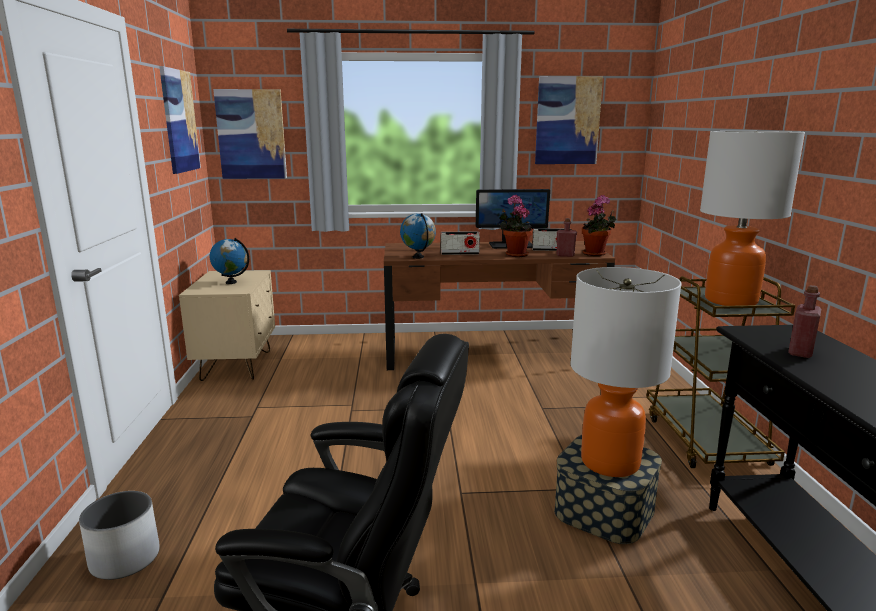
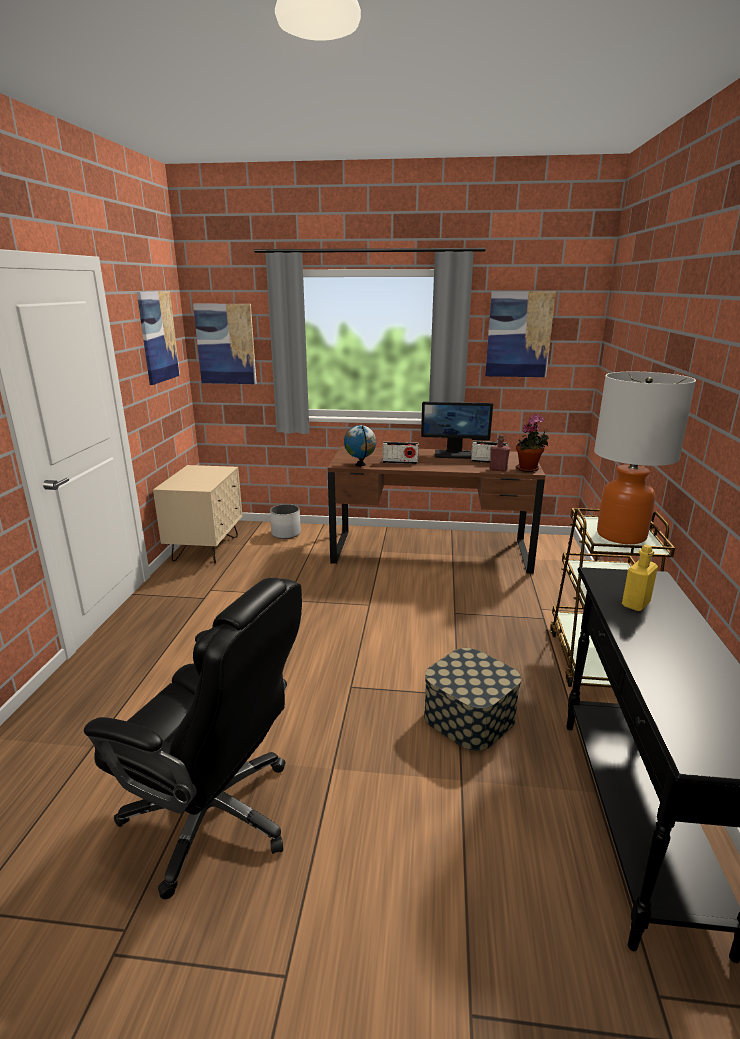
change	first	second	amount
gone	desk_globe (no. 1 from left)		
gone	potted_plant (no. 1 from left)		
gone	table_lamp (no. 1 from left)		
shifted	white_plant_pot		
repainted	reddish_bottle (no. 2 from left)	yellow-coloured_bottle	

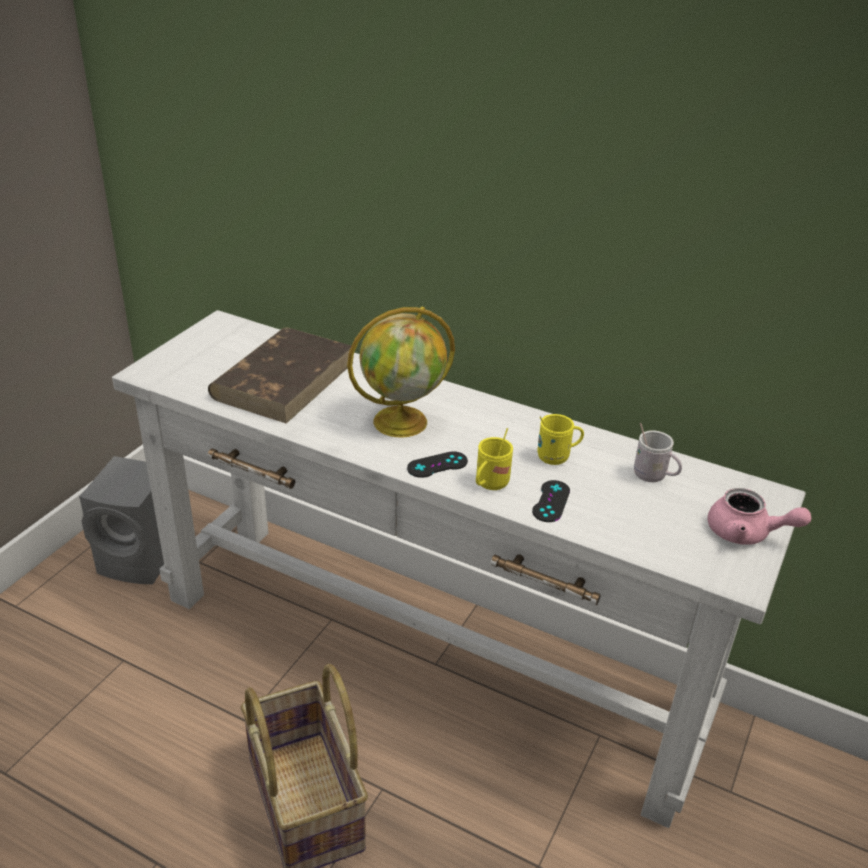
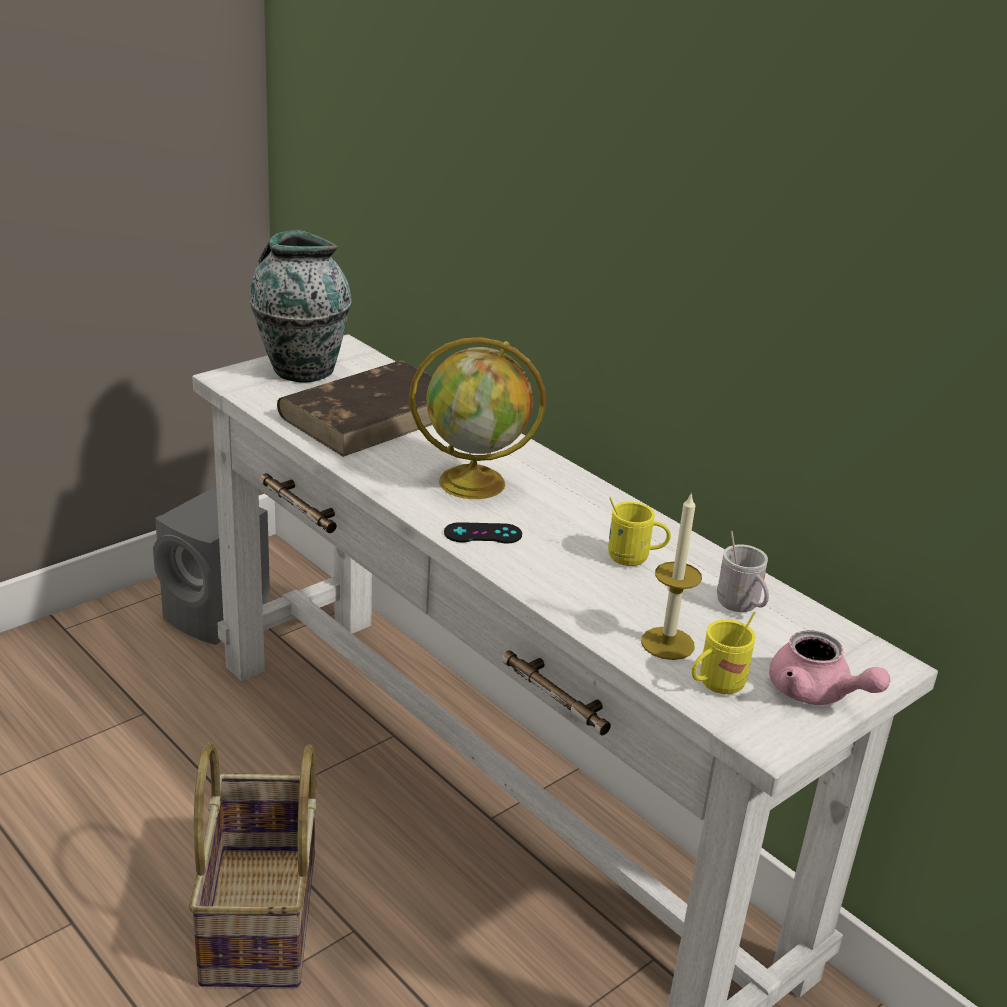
change	first	second	amount
gone	black_gamepad (no. 2 from left)		
new		flower_vase	
new		wax_light	
shifted	yellow-coloured_mug (no. 1 from left in the first image)	yellow-coloured_mug (no. 2 from left)	

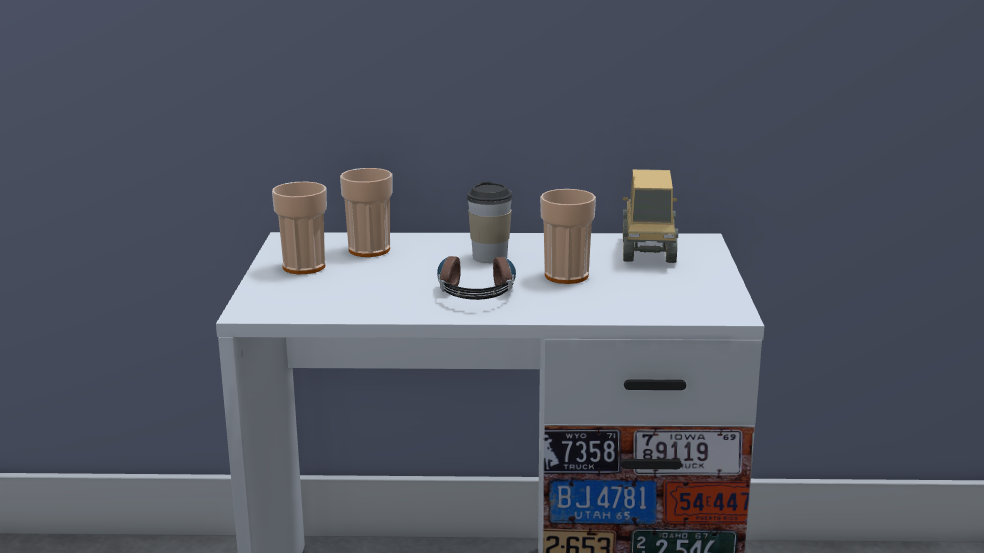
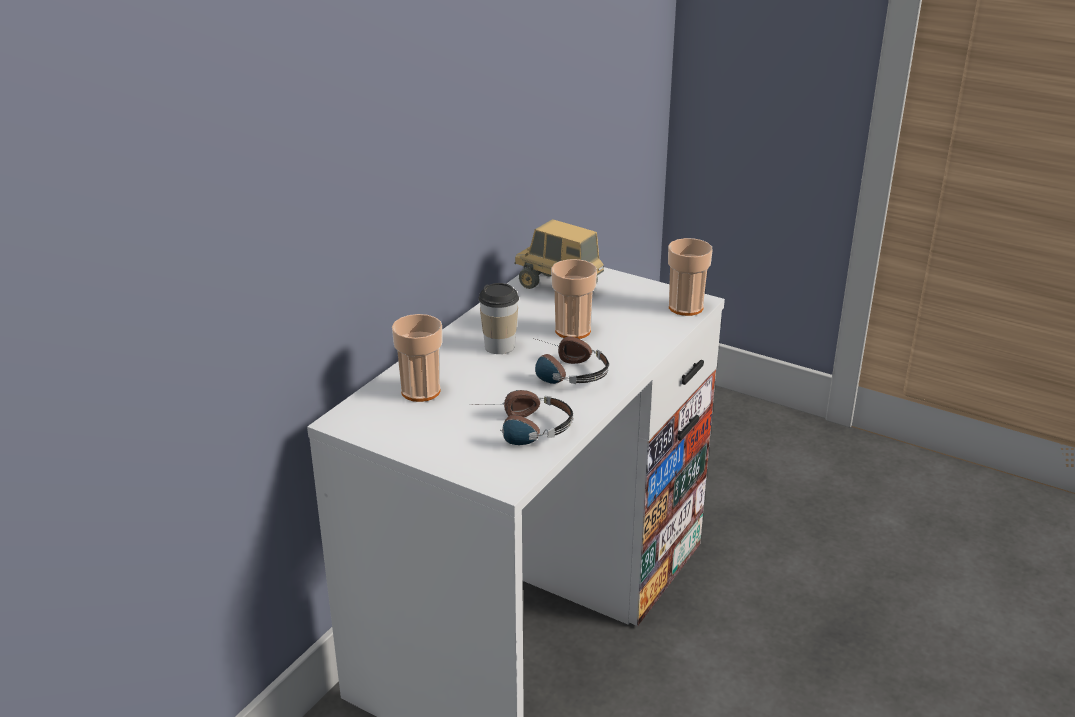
change	first	second	amount
new		headset (no. 1 from left)	
shifted	drinking_cup (no. 1 from left in the first image)	drinking_cup (no. 4 from left)	

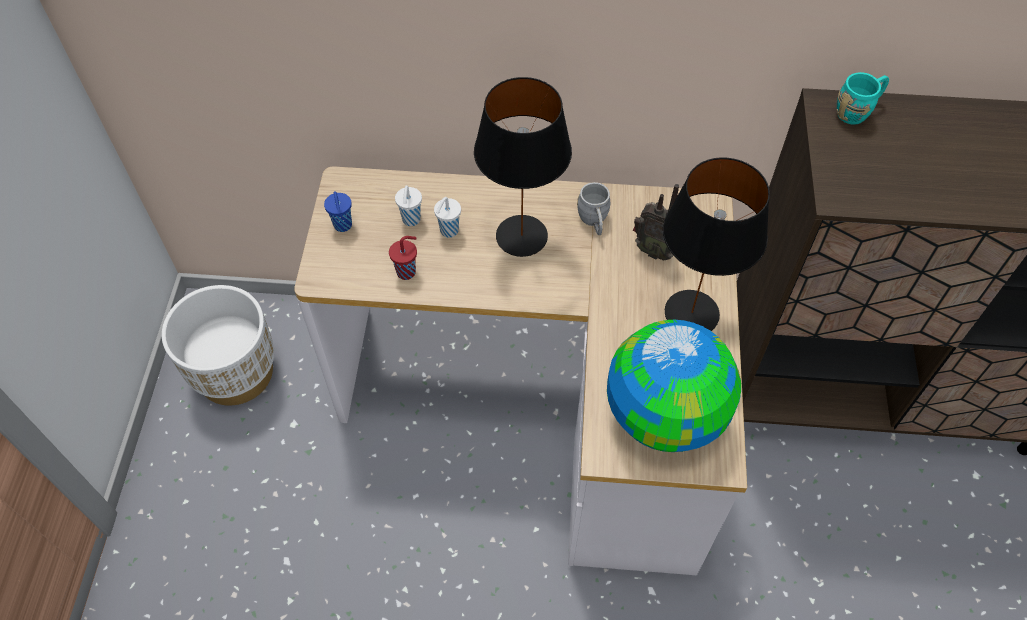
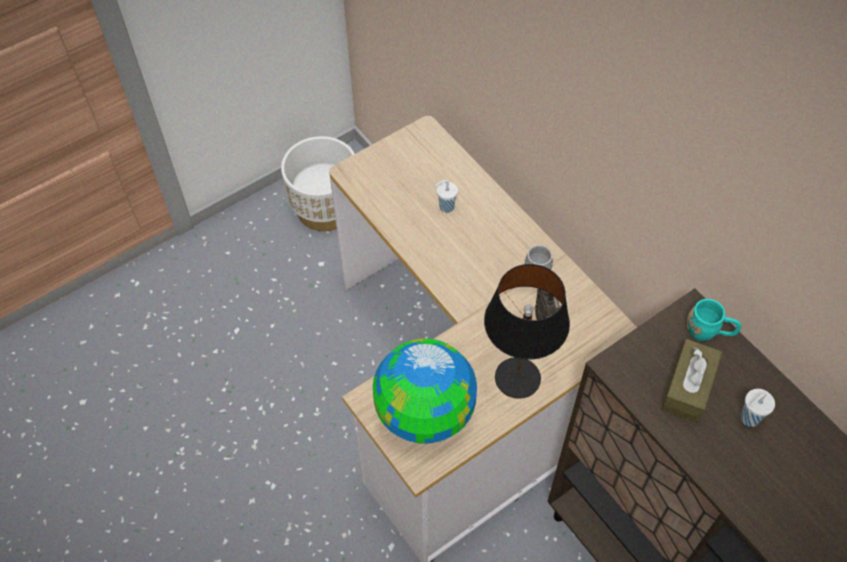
change	first	second	amount
gone	blue_drinking_cup		
gone	reddish_drinking_cup		
gone	black_table_lamp (no. 1 from left)		
new		brown-coloured_tissue_box	
shifted	white_drinking_cup (no. 1 from left in the first image)	white_drinking_cup (no. 2 from left)	

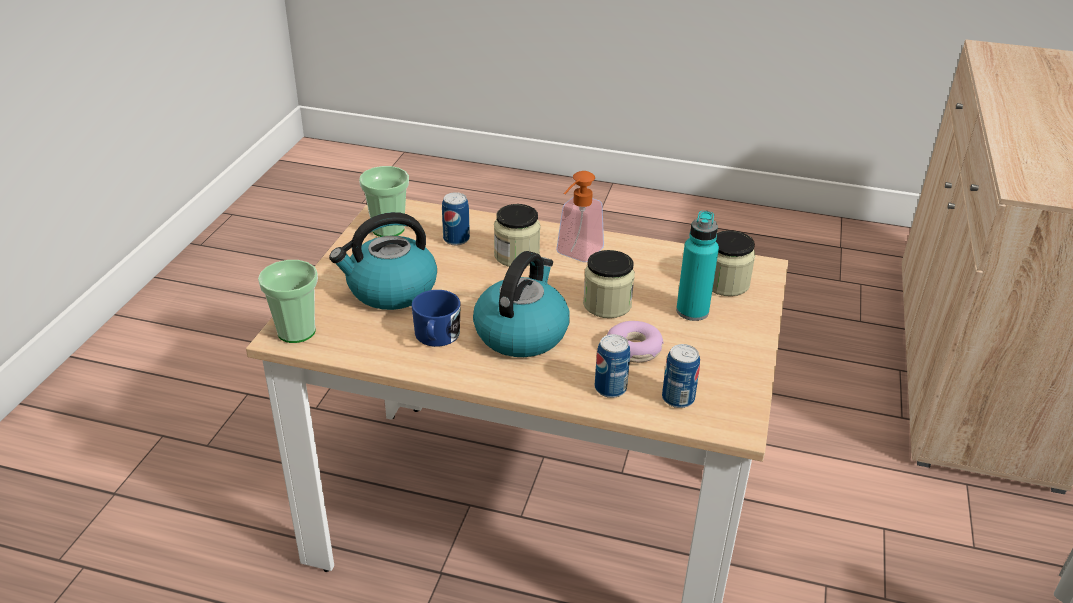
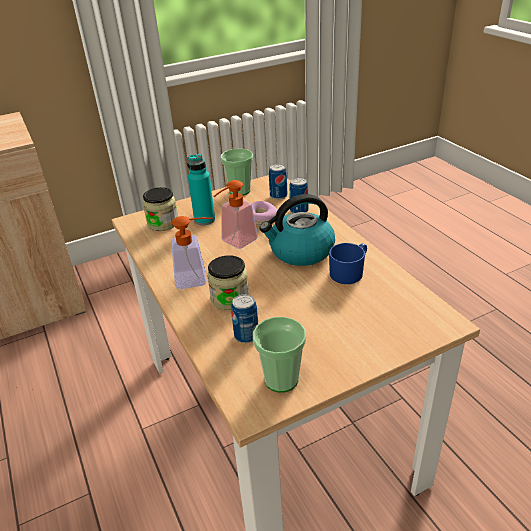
change	first	second	amount
gone	water_kettle (no. 1 from left)		
shifted	drinking_cup (no. 1 from left)		
swapped	jar (no. 2 from left)	soap_dispenser (no. 2 from left)	

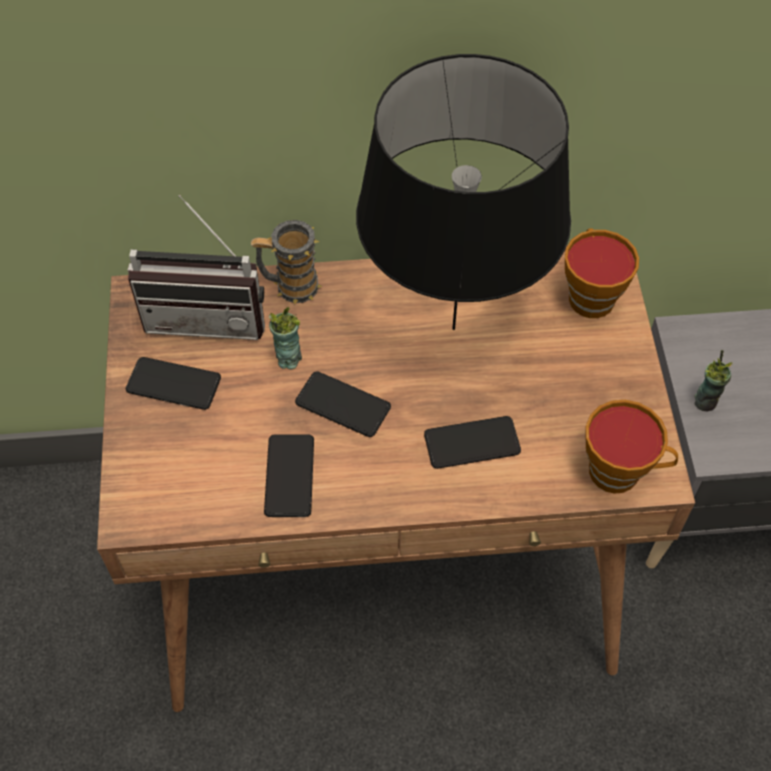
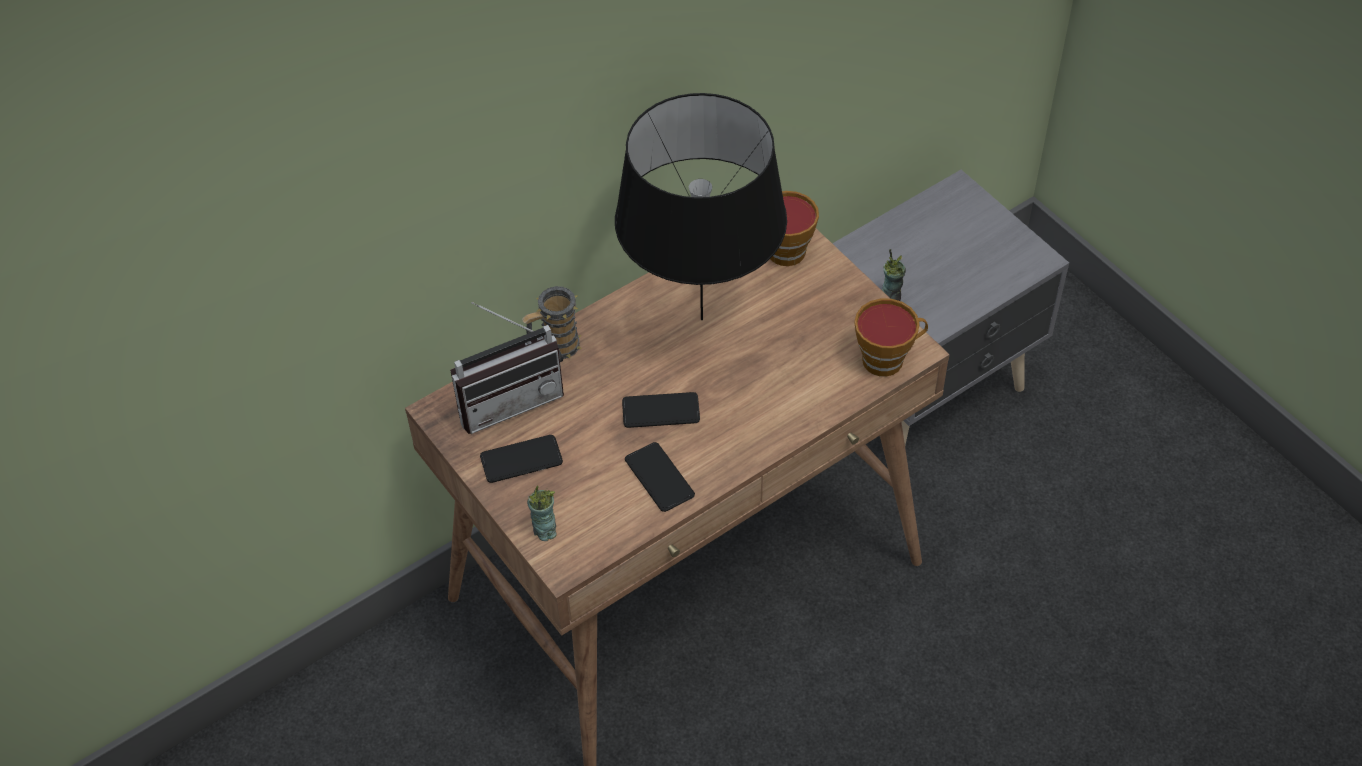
change	first	second	amount
gone	phone (no. 4 from left)		
shifted	drinking_cup (no. 1 from left)		

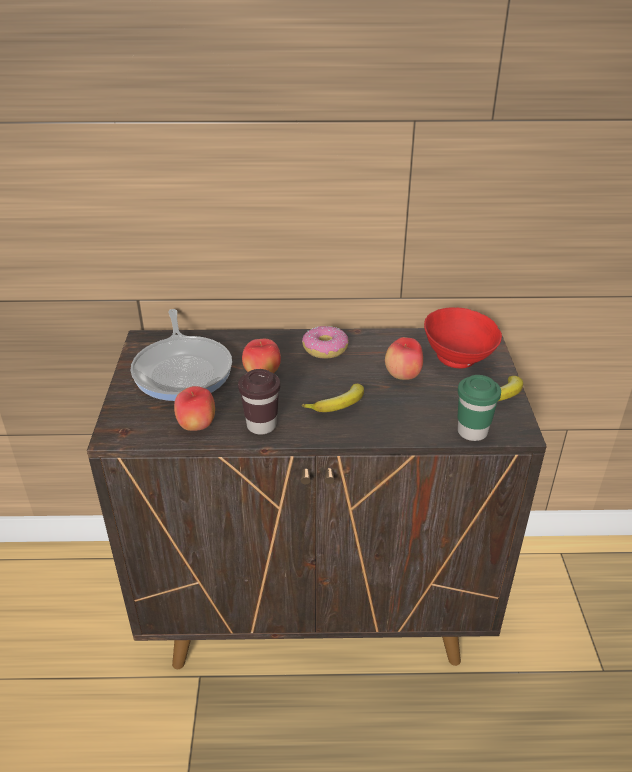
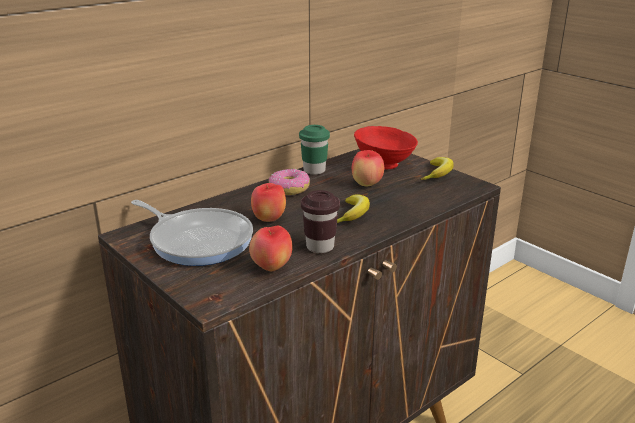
change	first	second	amount
shifted	green-coloured_drinking_cup		

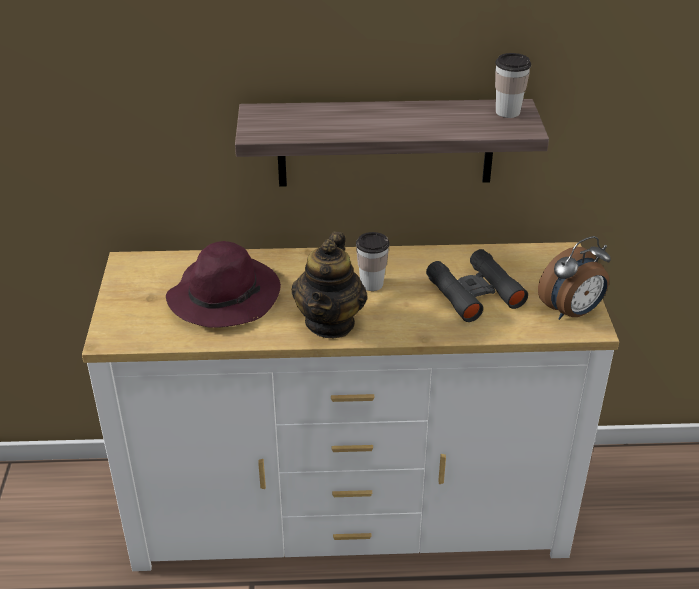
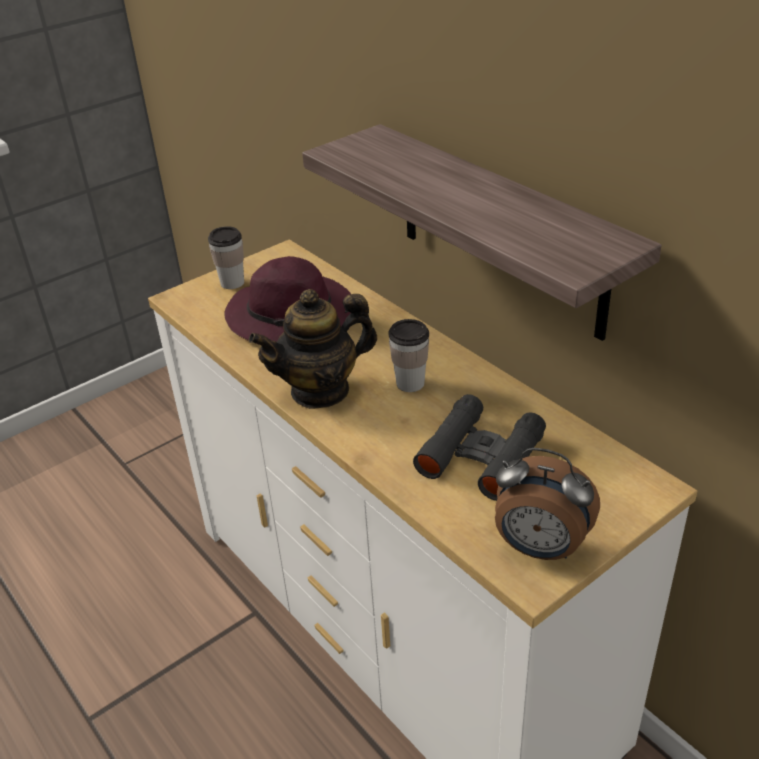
change	first	second	amount
shifted	drinking_cup (no. 2 from left in the first image)	drinking_cup (no. 1 from left)	

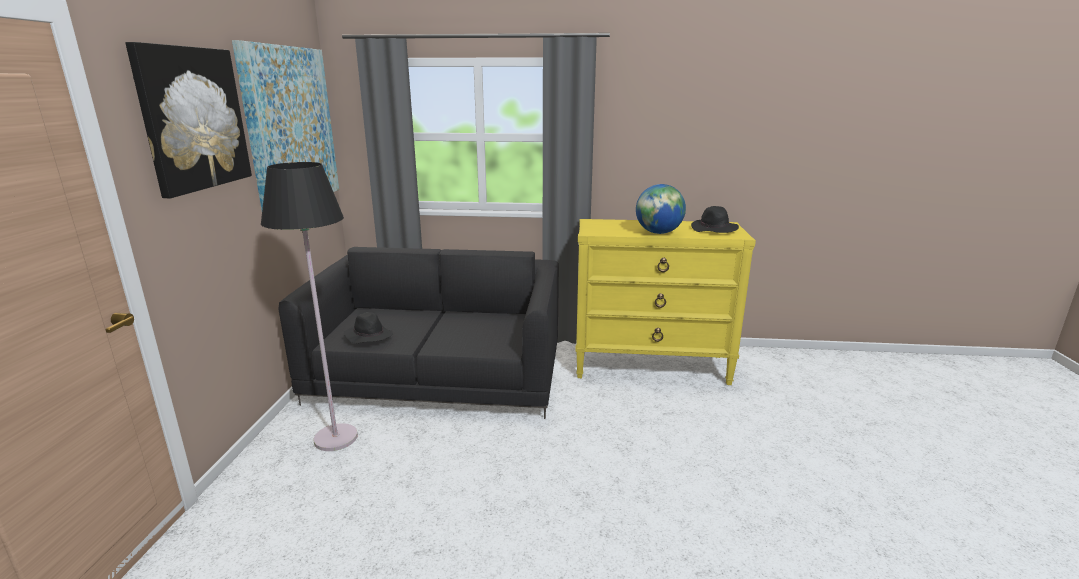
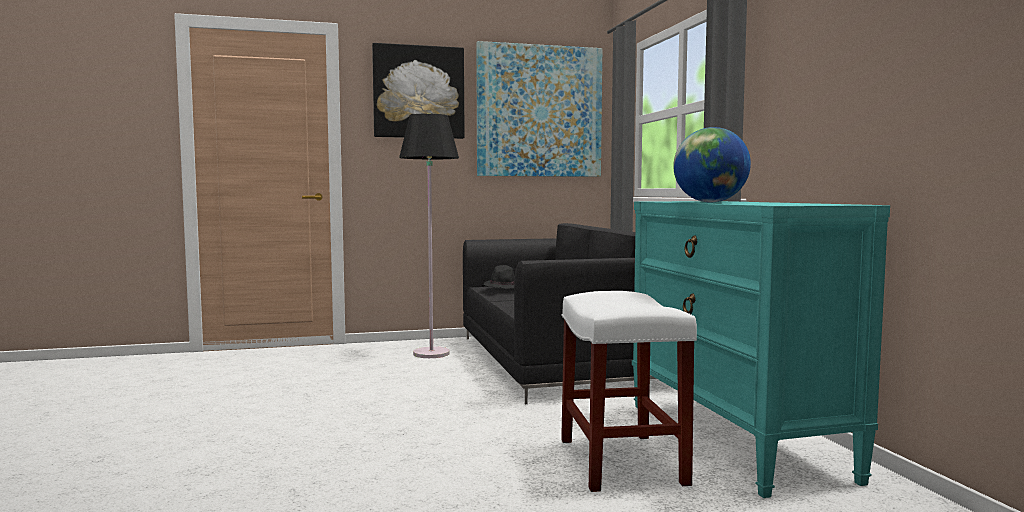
change	first	second	amount
gone	black_wearable_hat (no. 2 from left)		
new		white_sitting_stool	
repainted	yellow-coloured_chest_of_drawers	blue-green_chest_of_drawers	

